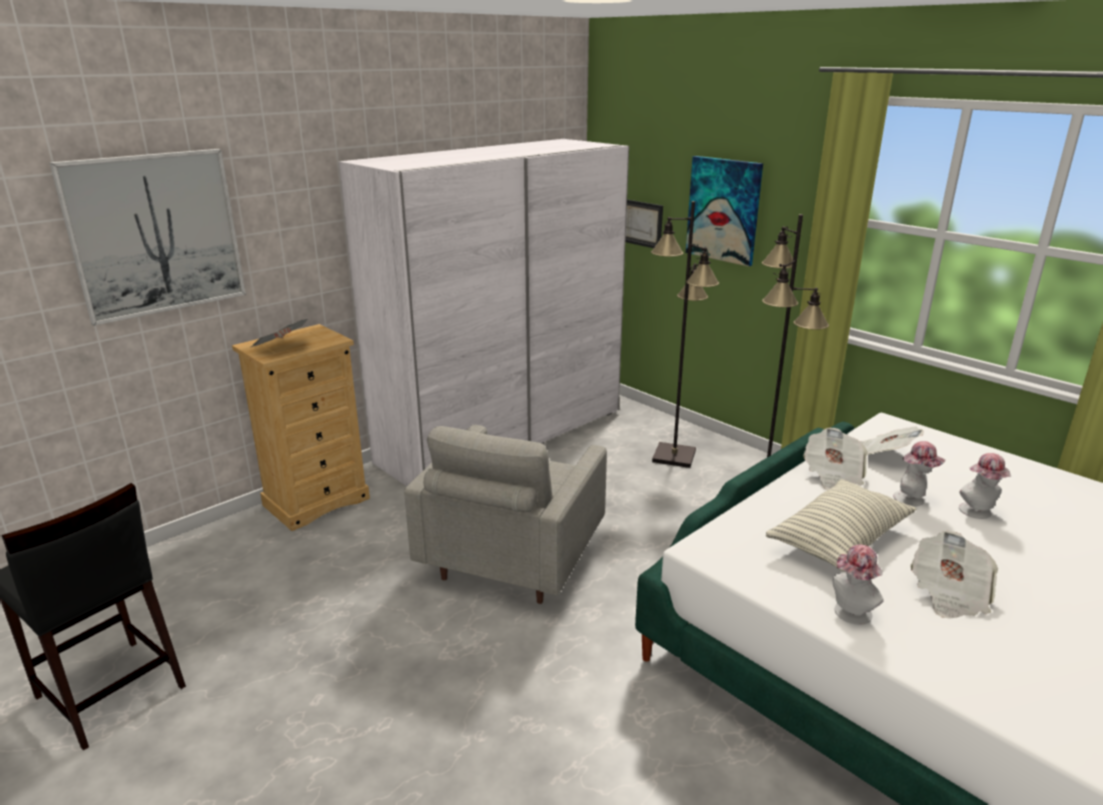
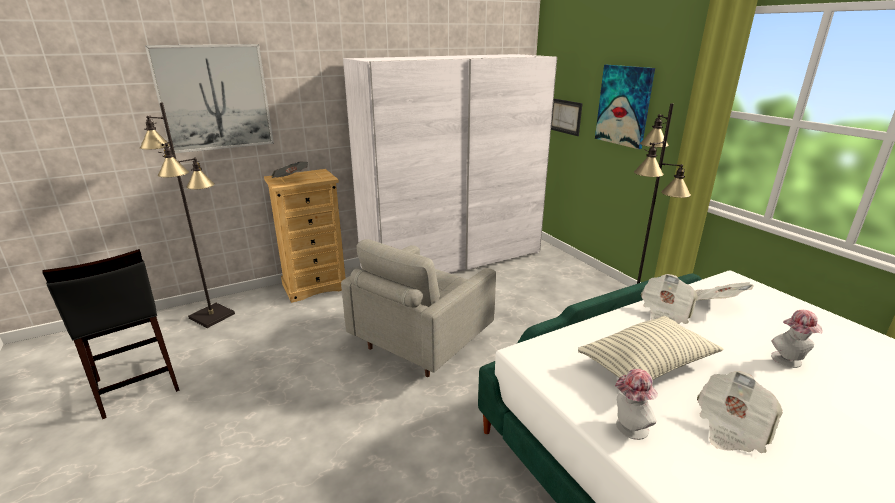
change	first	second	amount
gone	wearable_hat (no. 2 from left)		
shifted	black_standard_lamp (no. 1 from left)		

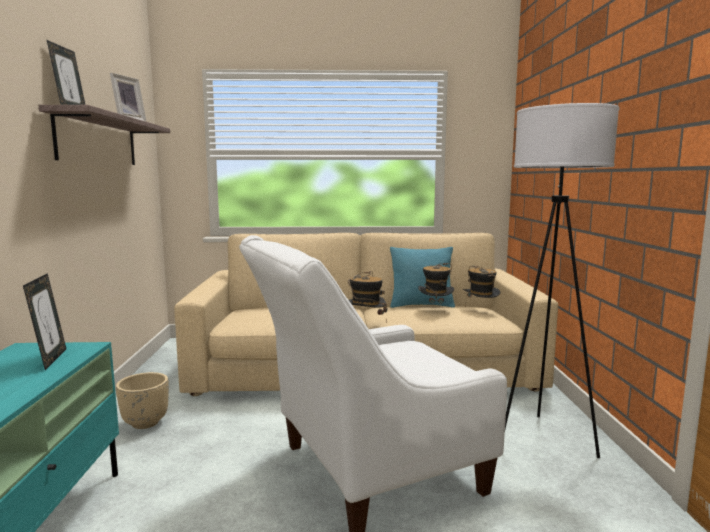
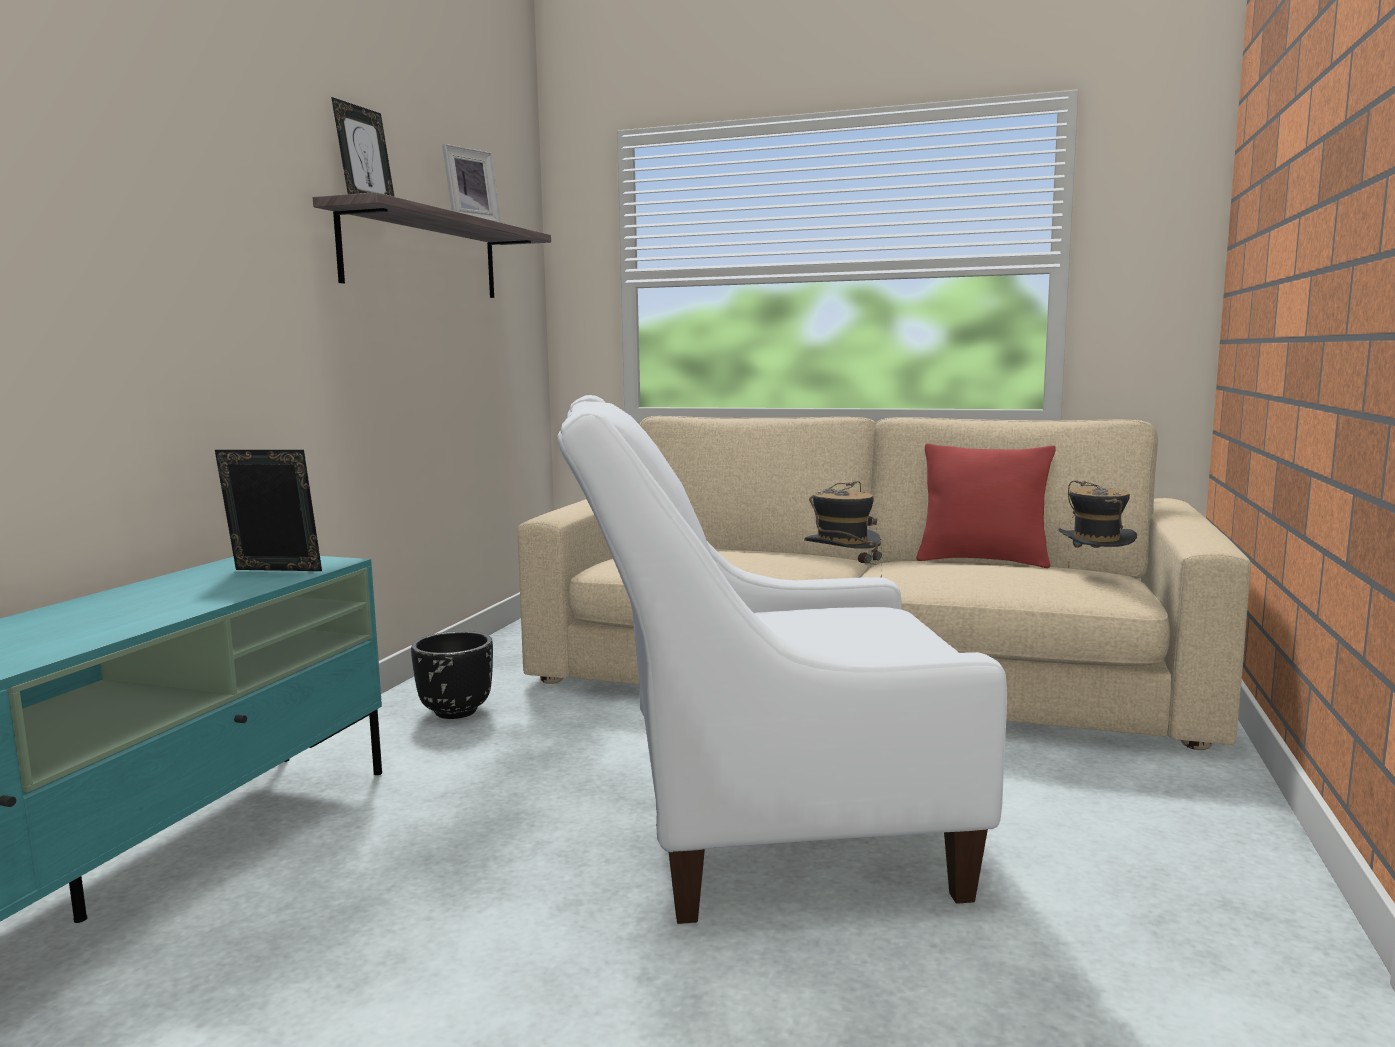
change	first	second	amount
gone	wearable_hat (no. 2 from left)		
gone	white_standard_lamp		
repainted	beige-coloured_plant_pot	black_plant_pot	
repainted	blue-green_cushion	reddish_cushion	
rotated	picture_frame (no. 1 from left)		90 degrees counterclockwise

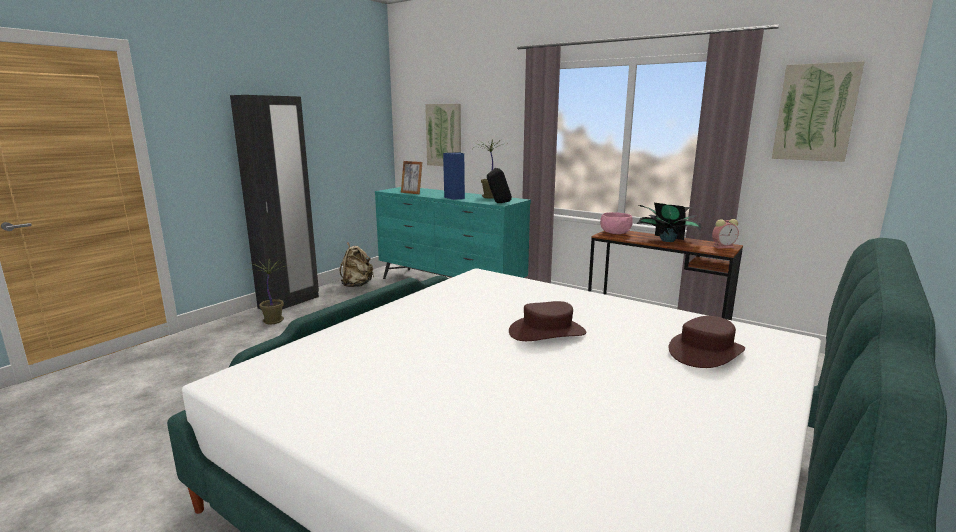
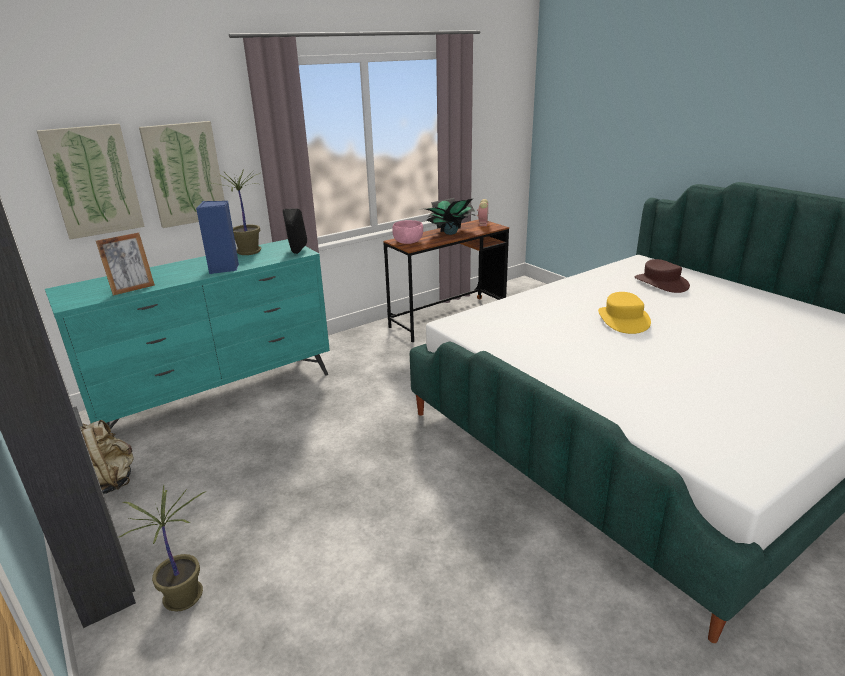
change	first	second	amount
shifted	wall_art (no. 2 from left)		
repainted	brown-coloured_wearable_hat (no. 1 from left)	yellow-coloured_wearable_hat	

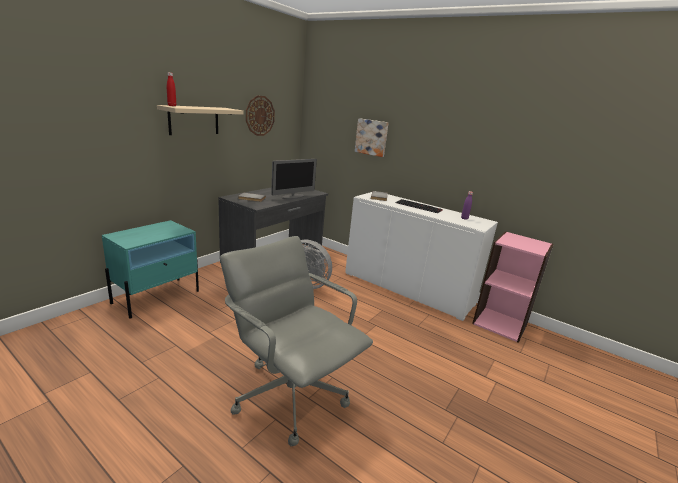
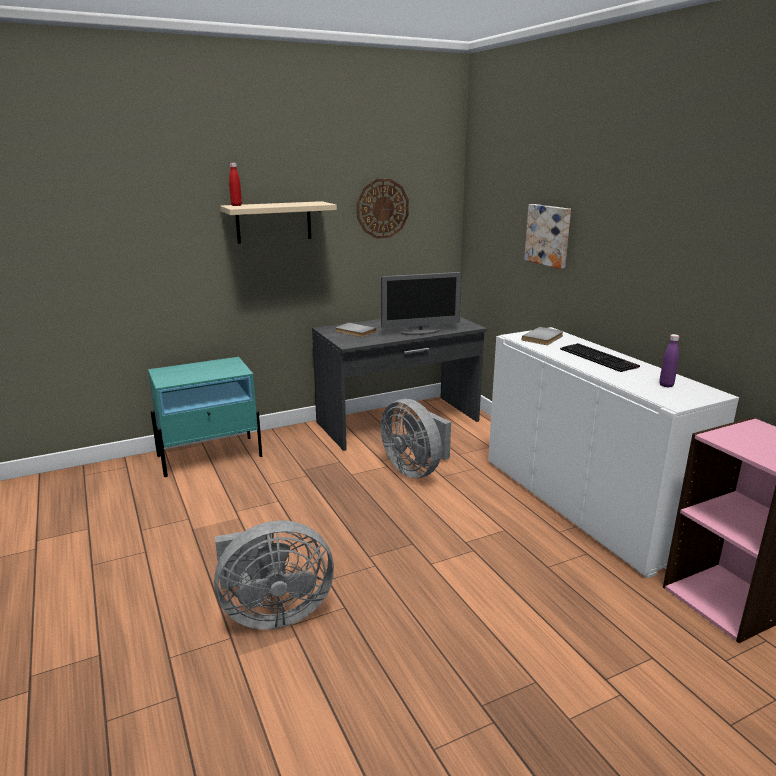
change	first	second	amount
swapped	greyish_computer_chair	greyish_cooling_fan (no. 1 from left)	

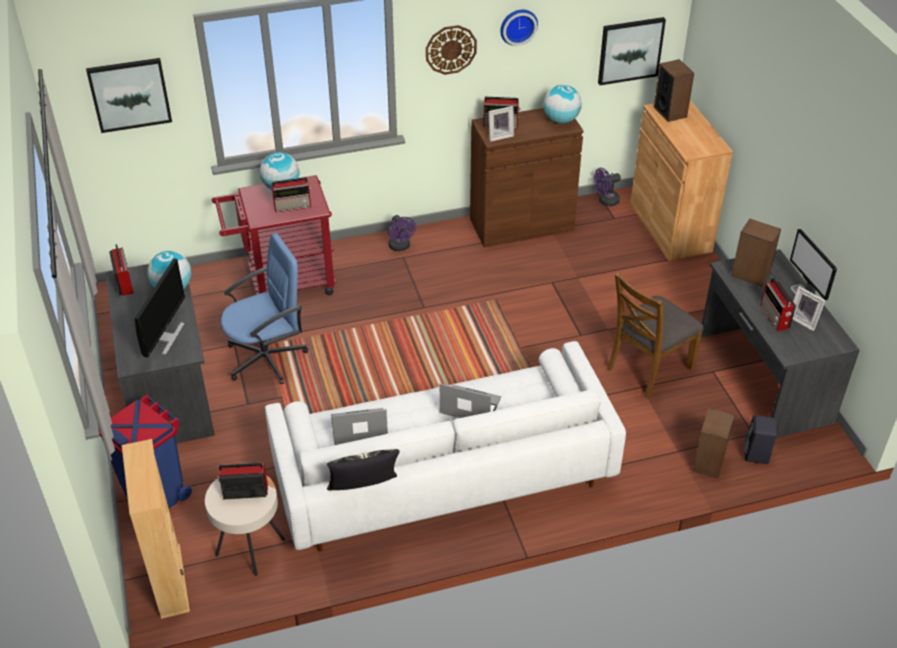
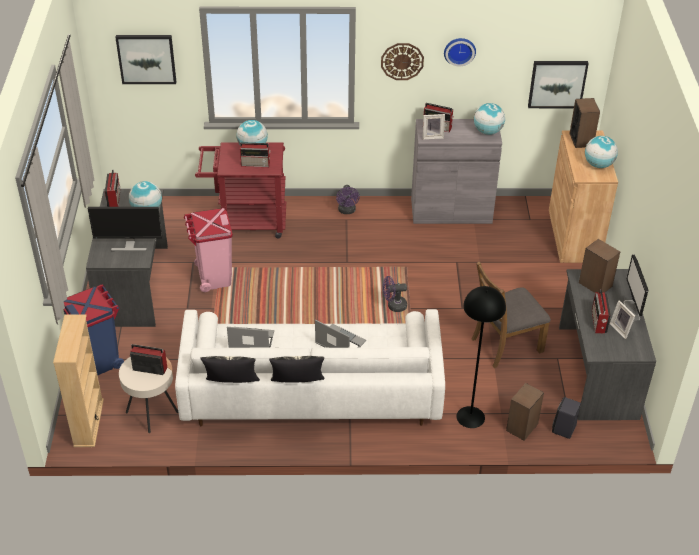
change	first	second	amount
new		cushion (no. 2 from left)	
new		black_standard_lamp	
new		desk_globe (no. 4 from left)	
shifted	purple-coloured_cooling_fan (no. 2 from left)		
swapped	blue_computer_chair	pink-coloured_trash_can	
repainted	brown-coloured_storage_cabinet (no. 1 from left)	greyish_storage_cabinet	
rotated	monitor (no. 1 from left)		60 degrees clockwise

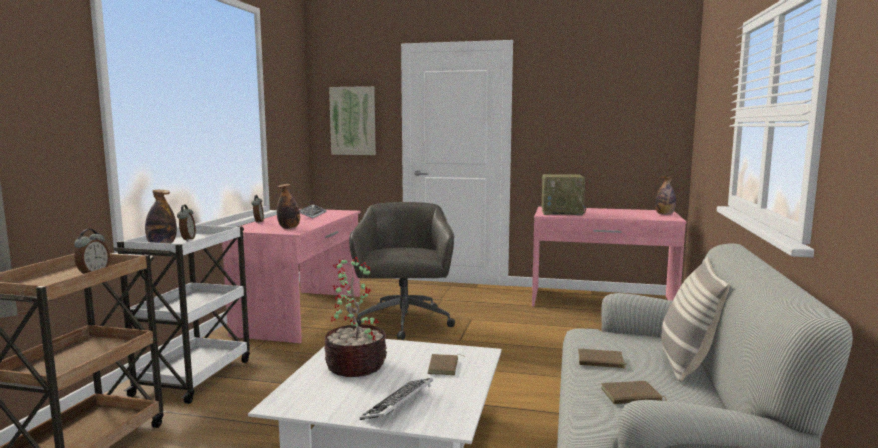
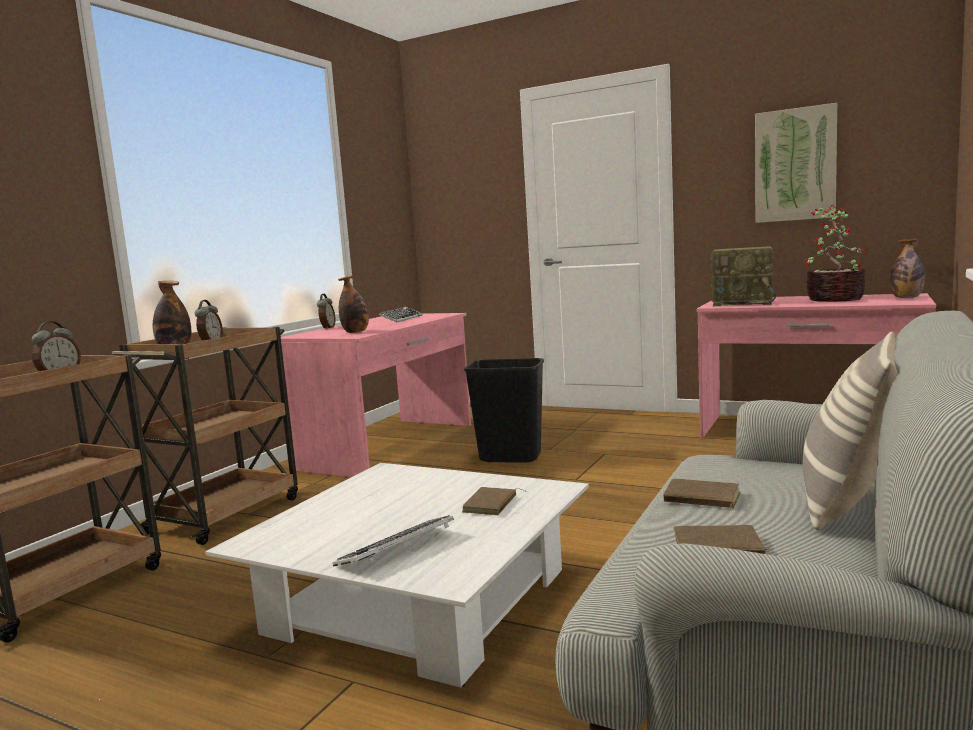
change	first	second	amount
shifted	potted_plant		
shifted	wall_art		
swapped	greyish_computer_chair	black_trash_can	
repainted	white_cart	brown-coloured_cart (no. 2 from left)	

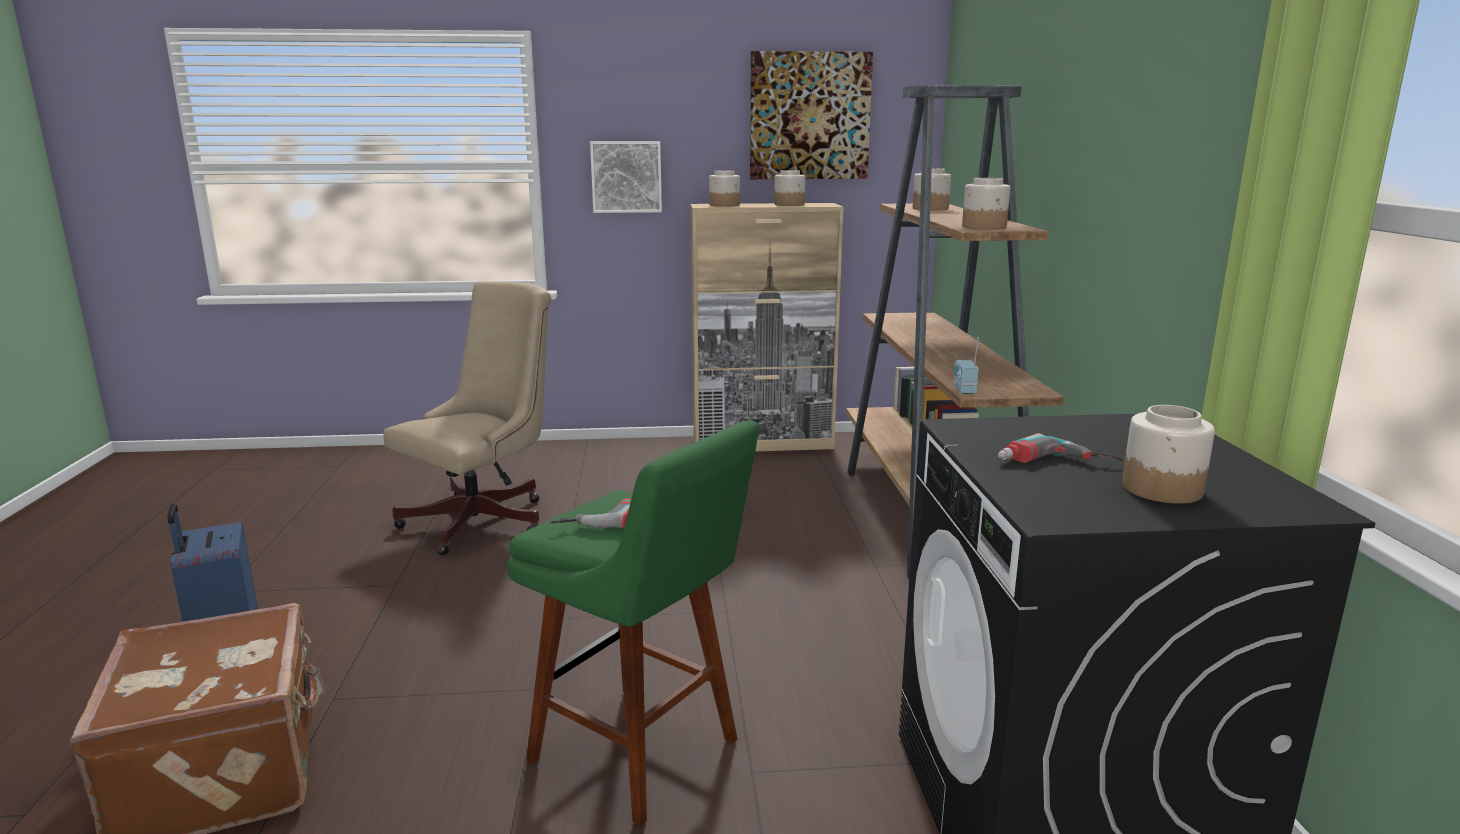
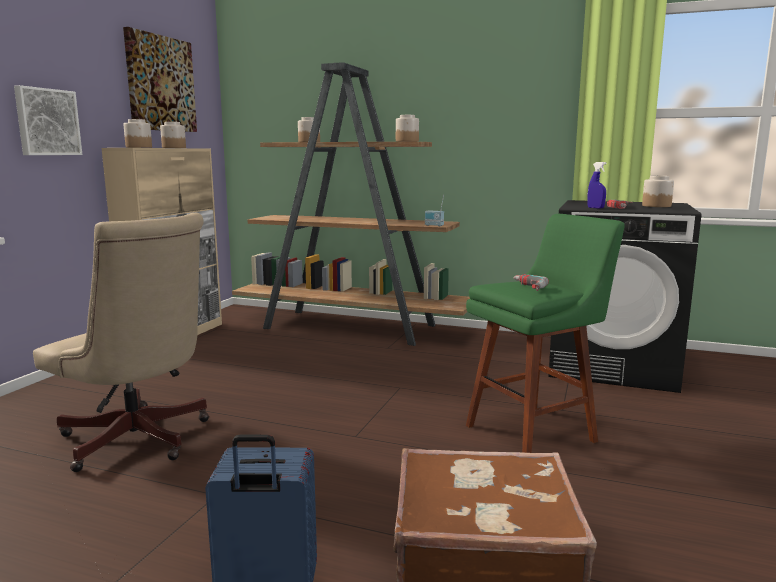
change	first	second	amount
new		blue_hand_sprayer	
rotated	beige-coloured_computer_chair		150 degrees clockwise

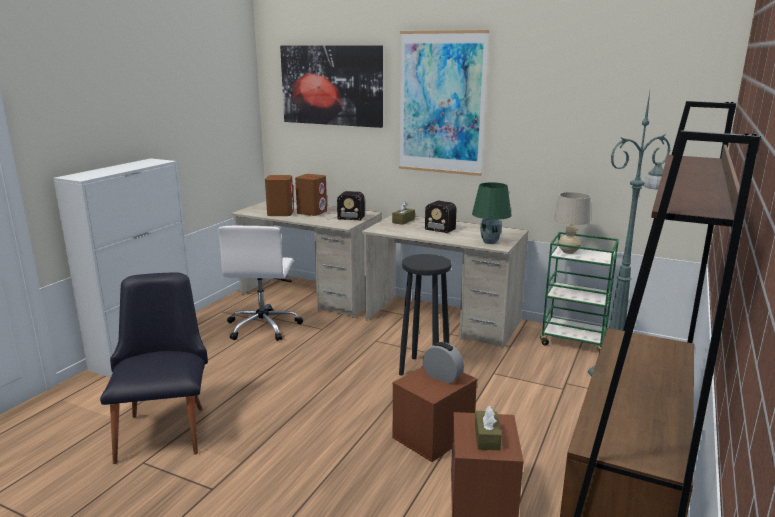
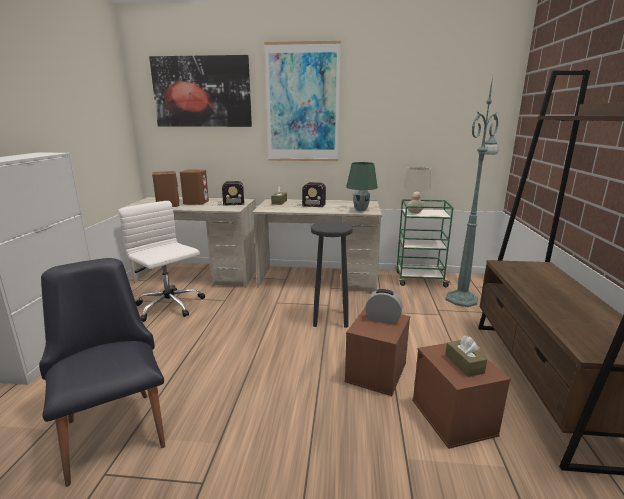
change	first	second	amount
rotated	white_computer_chair		150 degrees clockwise

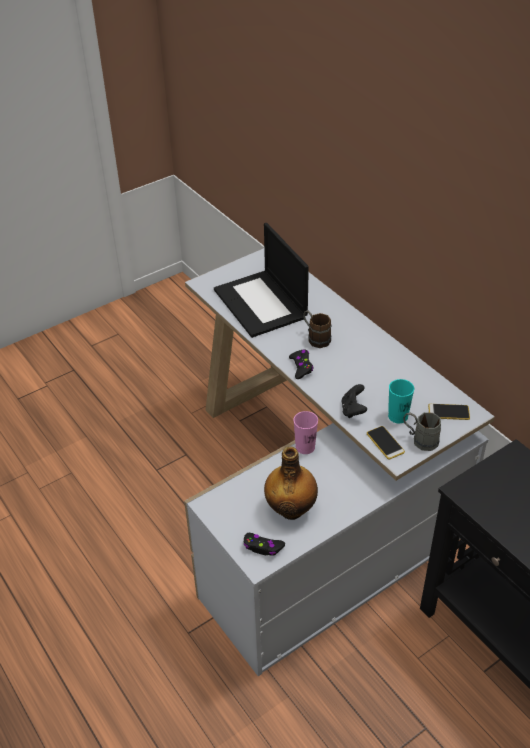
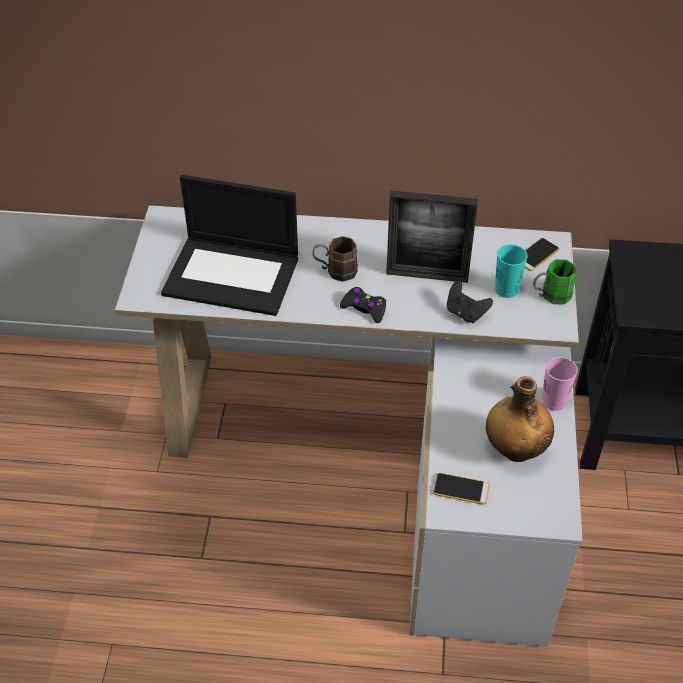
change	first	second	amount
gone	black_gamepad (no. 1 from left)		
new		picture_frame	
shifted	pink-coloured_drinking_cup		
shifted	phone (no. 1 from left)		
repainted	greyish_mug	green-coloured_mug	

